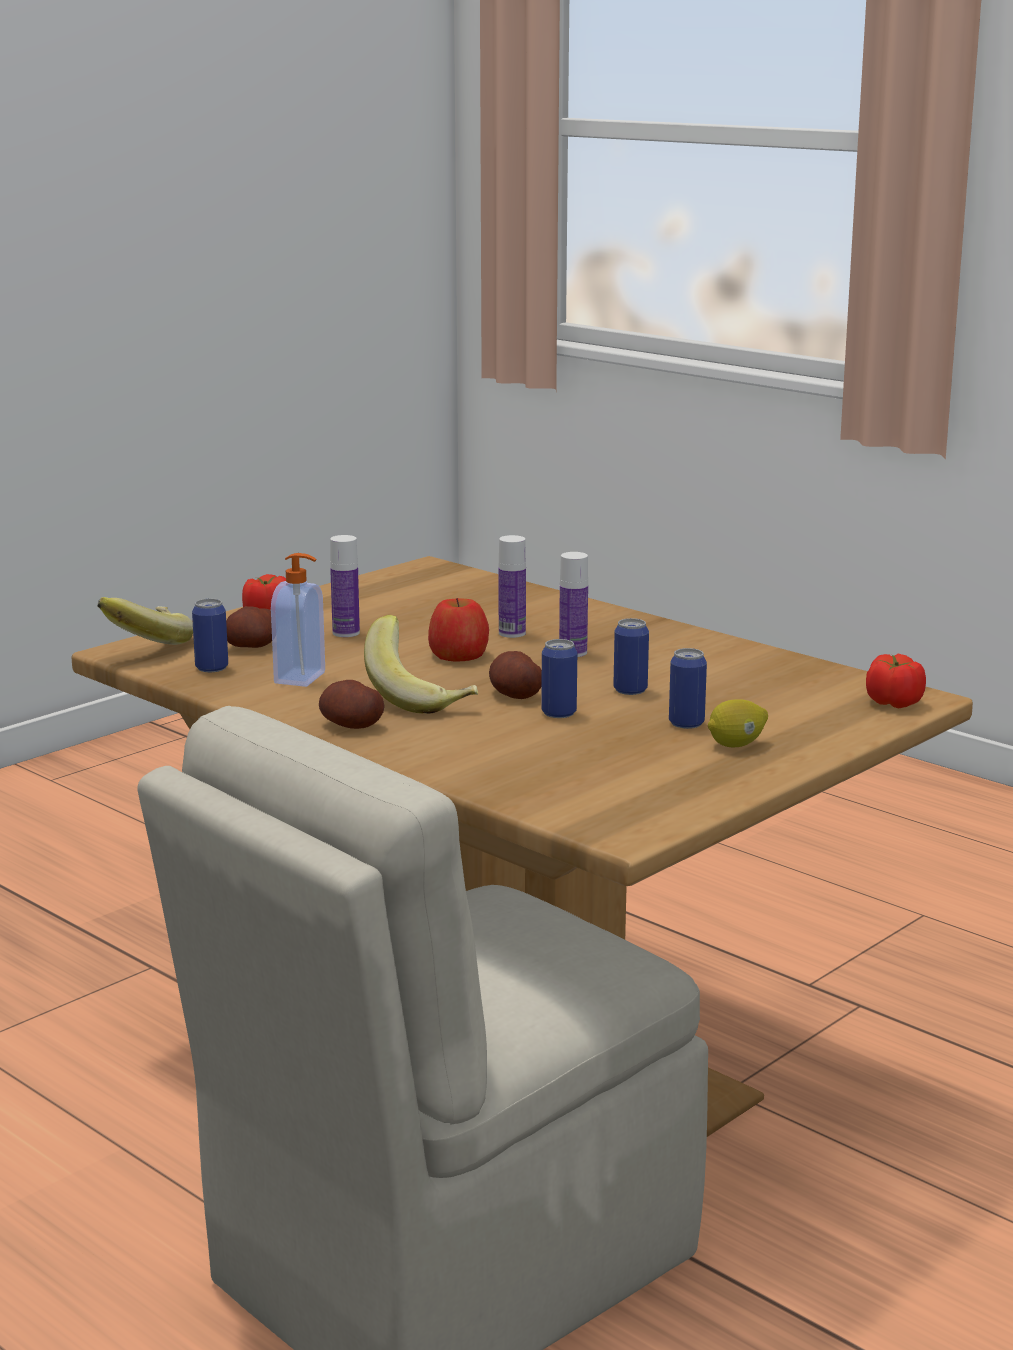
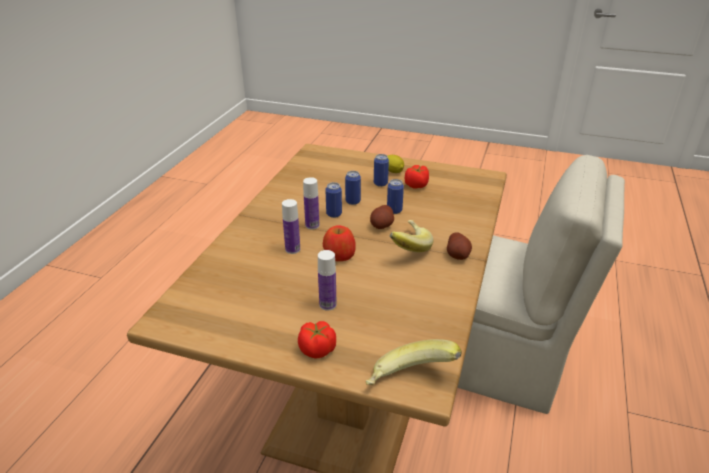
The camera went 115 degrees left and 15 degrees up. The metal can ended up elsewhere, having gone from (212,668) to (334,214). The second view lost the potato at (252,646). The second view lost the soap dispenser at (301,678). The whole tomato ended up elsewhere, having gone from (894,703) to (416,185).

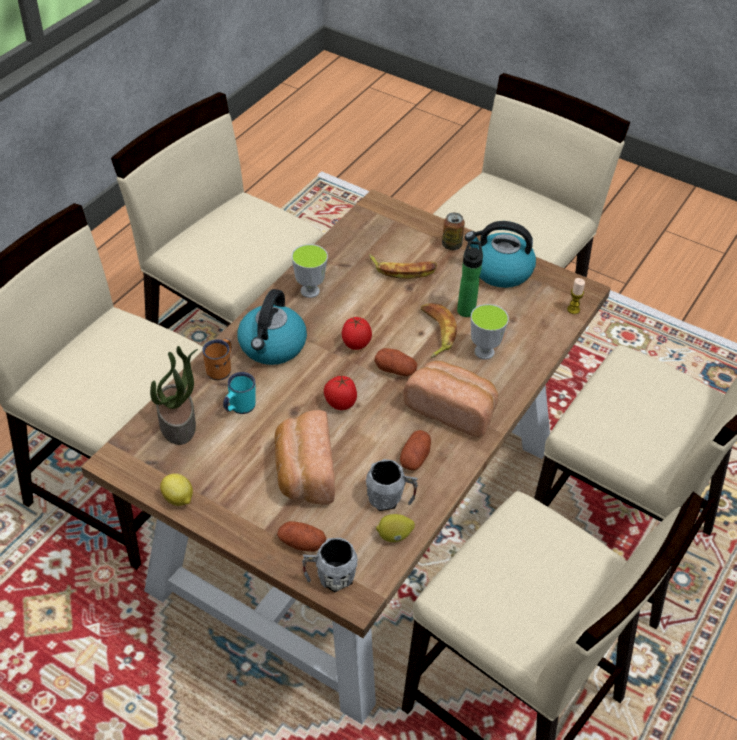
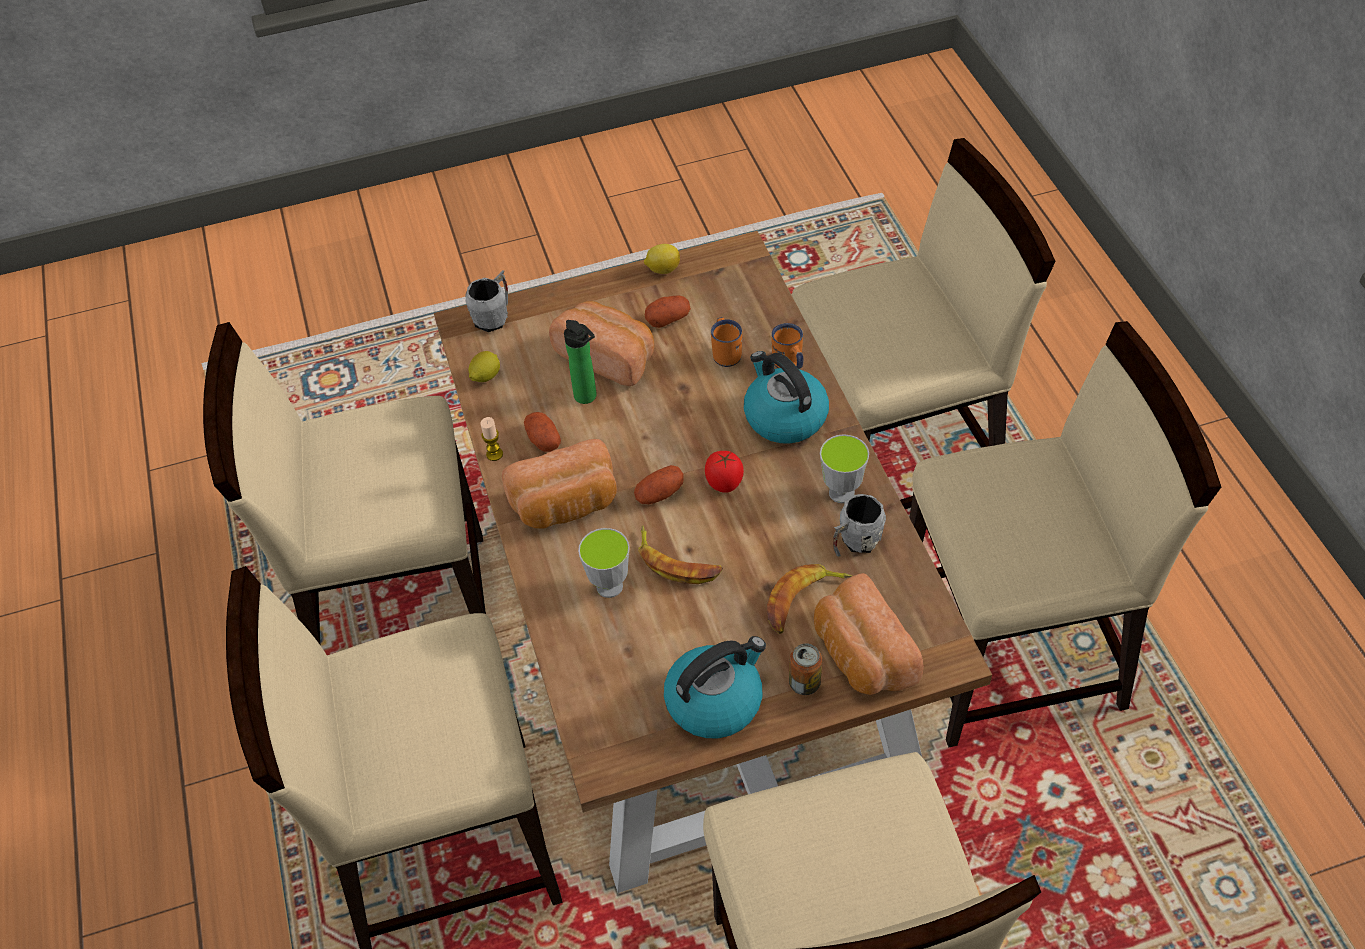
The camera went 135 degrees right and 5 degrees up. The second view lost the houseplant at (178,424). What was the turquoise-coloured coffee mug at (239,407) turned into the orange-coloured coffee mug at (726,352). The potato ended up elsewhere, having gone from (301,543) to (668,319). The second view lost the whole tomato at (340,404). The greyish coffee mug ended up elsewhere, having gone from (390,500) to (855,543). The bottle ended up elsewhere, having gone from (466,309) to (587,397). The wax candle ended up elsewhere, having gone from (573,309) to (494,454). The second view gained the bread at (861,655).

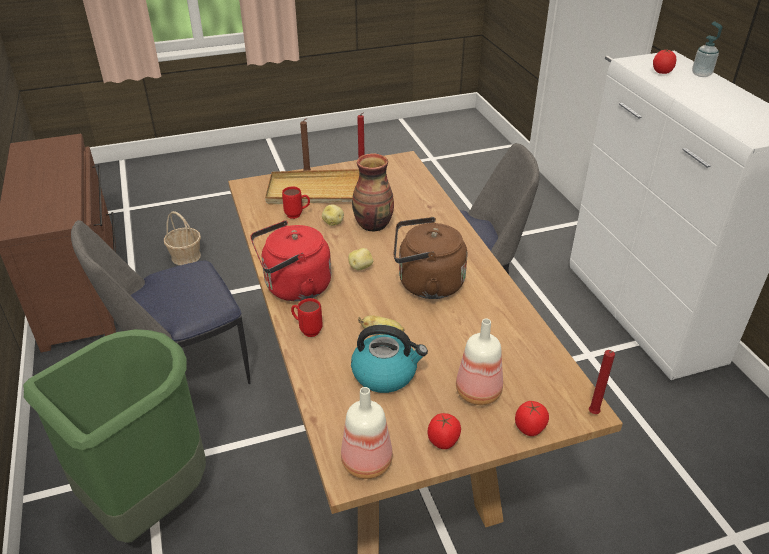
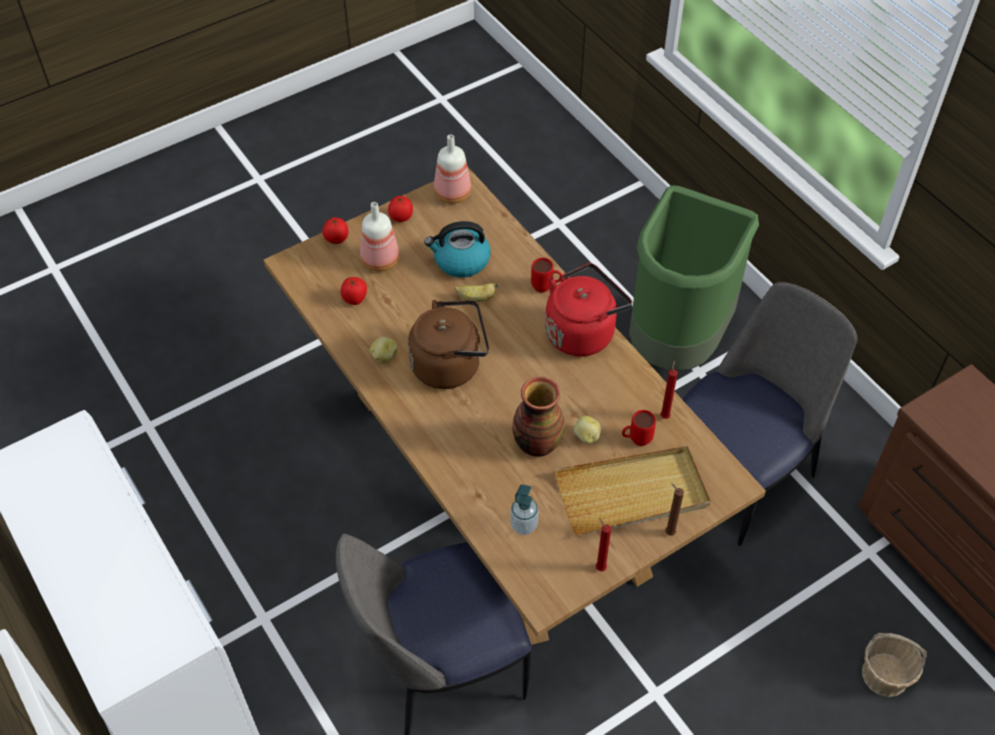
The camera went 165 degrees right and 15 degrees up. The potato ended up elsewhere, having gone from (361,267) to (384,356). The red-coloured wax candle ended up elsewhere, having gone from (593,414) to (665,415). The whole tomato ended up elsewhere, having gone from (661,72) to (355,299). The soap dispenser ended up elsewhere, having gone from (701,74) to (524,525).

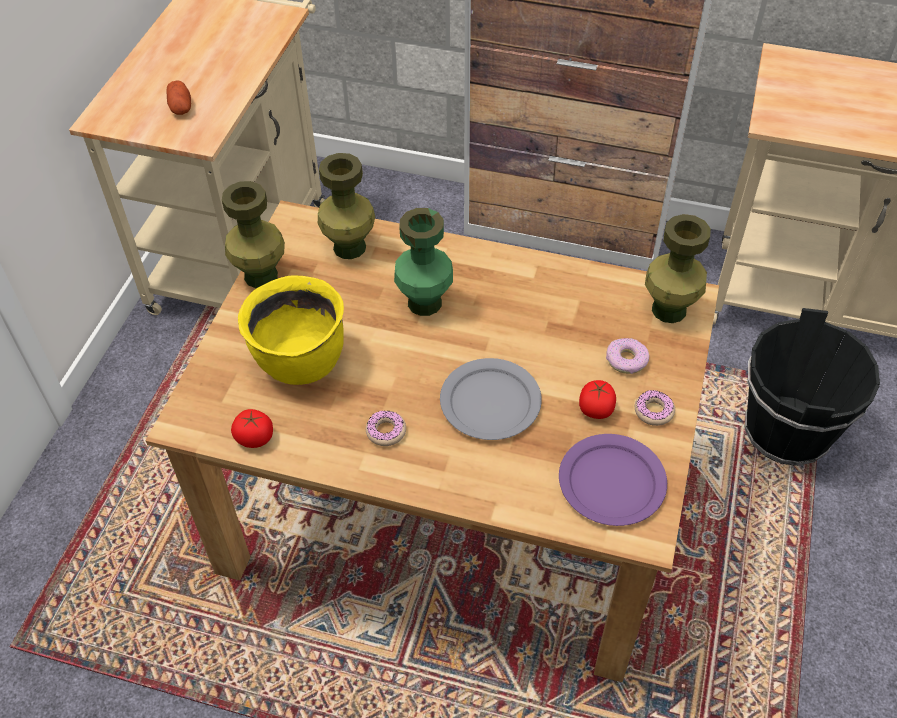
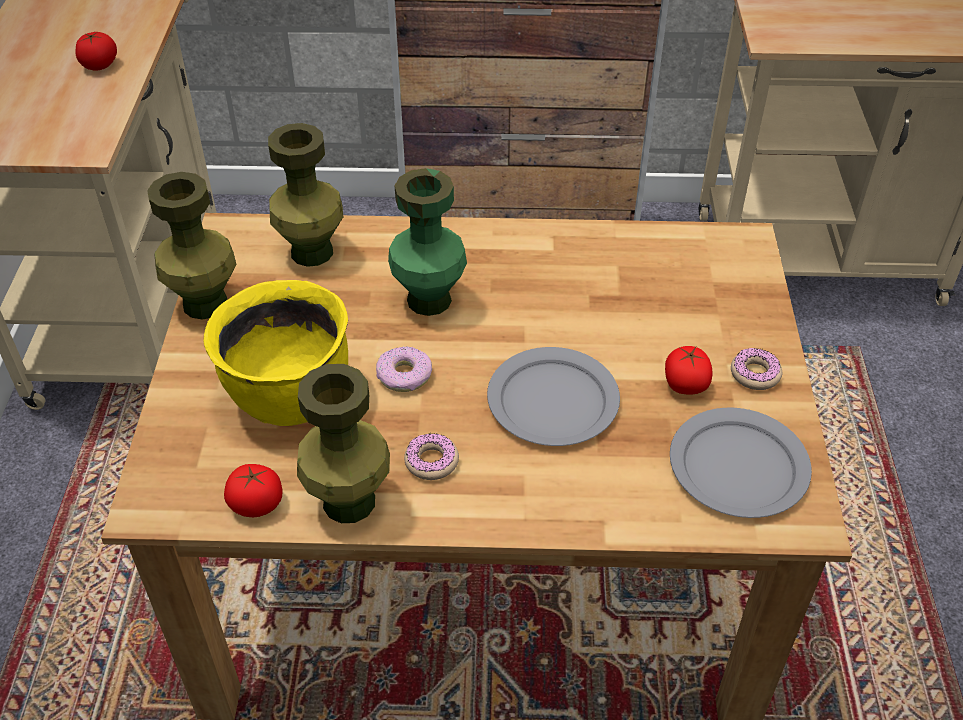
The camera went 15 degrees left and 5 degrees down. The second view lost the potato at (181,107). What was the purplish plate at (611,483) turned into the greyish plate at (738,467). The ring doughnut ended up elsewhere, having gone from (626,360) to (404,376). The green-coloured decorative vase ended up elsewhere, having gone from (669,309) to (349,501). The second view lost the blackish bucket at (787,433). The second view gained the whole tomato at (99,65).

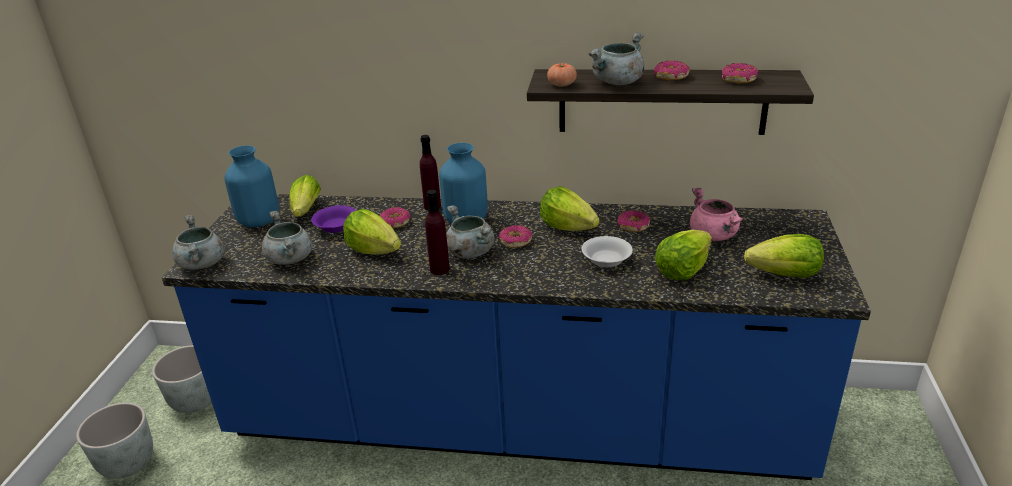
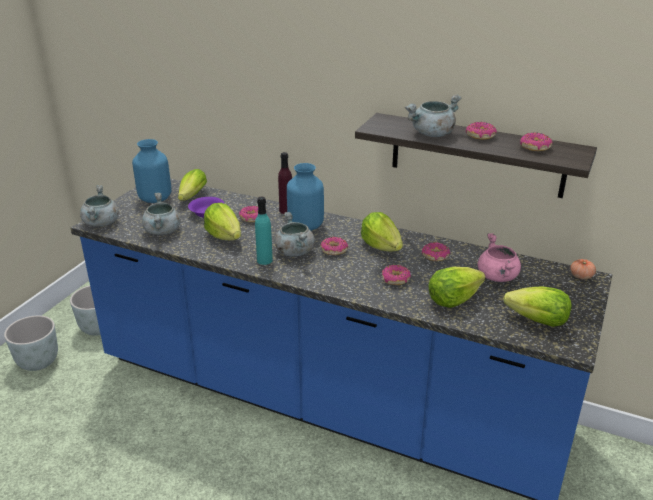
The camera went 15 degrees right and 0 degrees up. What was the purplish bottle at (439,269) turned into the turquoise-coloured bottle at (264,260). The whole tomato ended up elsewhere, having gone from (561,84) to (581,276). Where the whitish serving bowl stood at (605,260), the ring doughnut came to stand at (396,279).

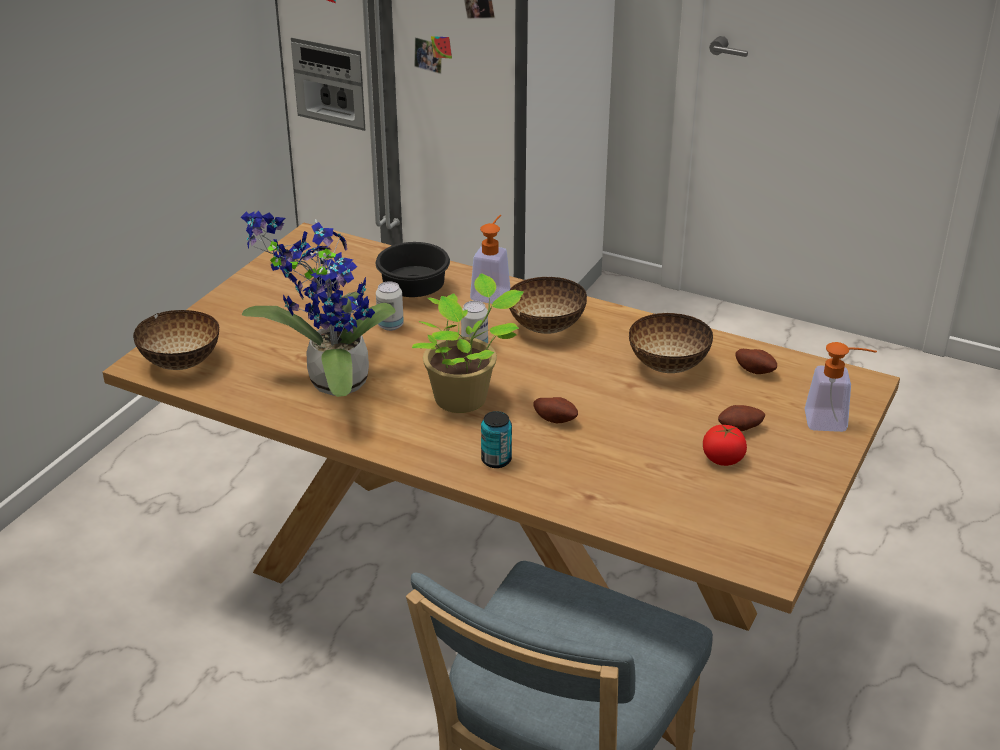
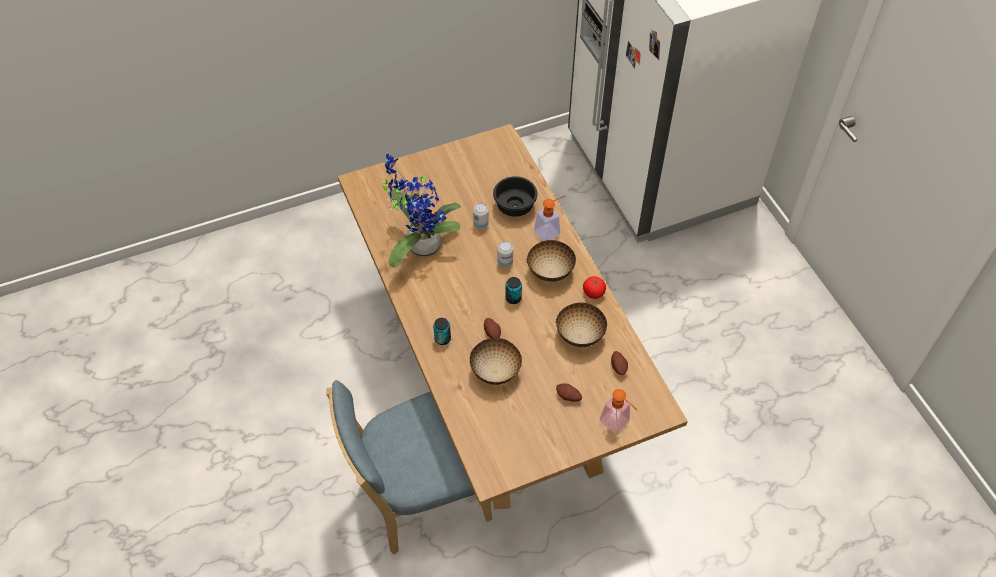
The camera went 40 degrees right and 20 degrees up. The serving bowl ended up elsewhere, having gone from (182,363) to (496,372). The second view lost the houseplant at (465,398). The whole tomato ended up elsewhere, having gone from (722,459) to (593,293). The second view gained the metal can at (513,298).

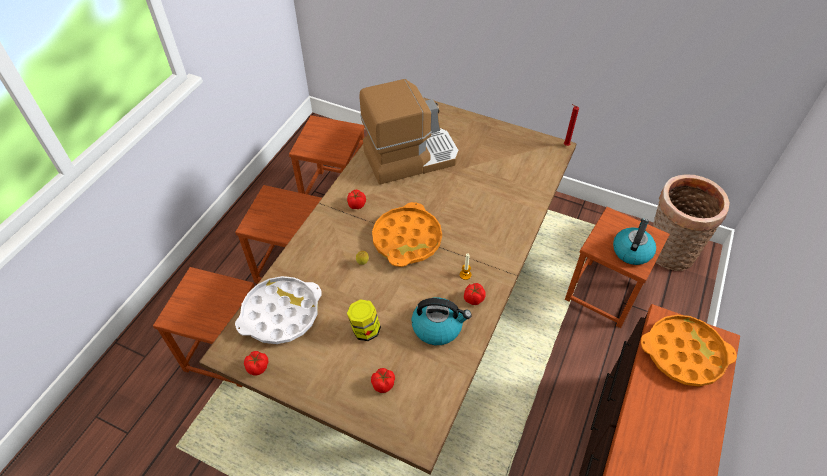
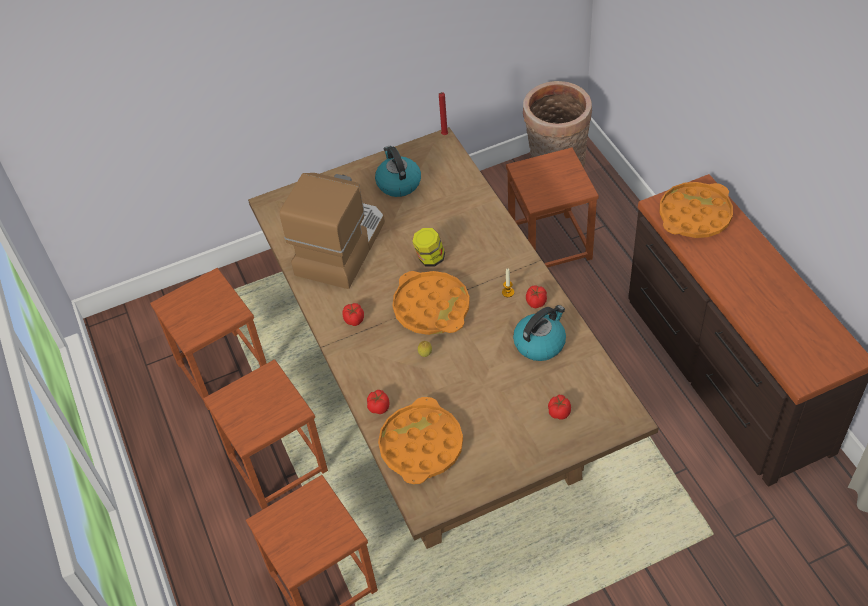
The camera went 45 degrees left and 0 degrees up. What was the whitish carrying tray at (280,314) turned into the orange-coloured carrying tray at (421,445). The whole tomato ended up elsewhere, having gone from (258,367) to (379,407). The storage jar ended up elsewhere, having gone from (365,330) to (430,258). The kettle ended up elsewhere, having gone from (631,251) to (398,183).

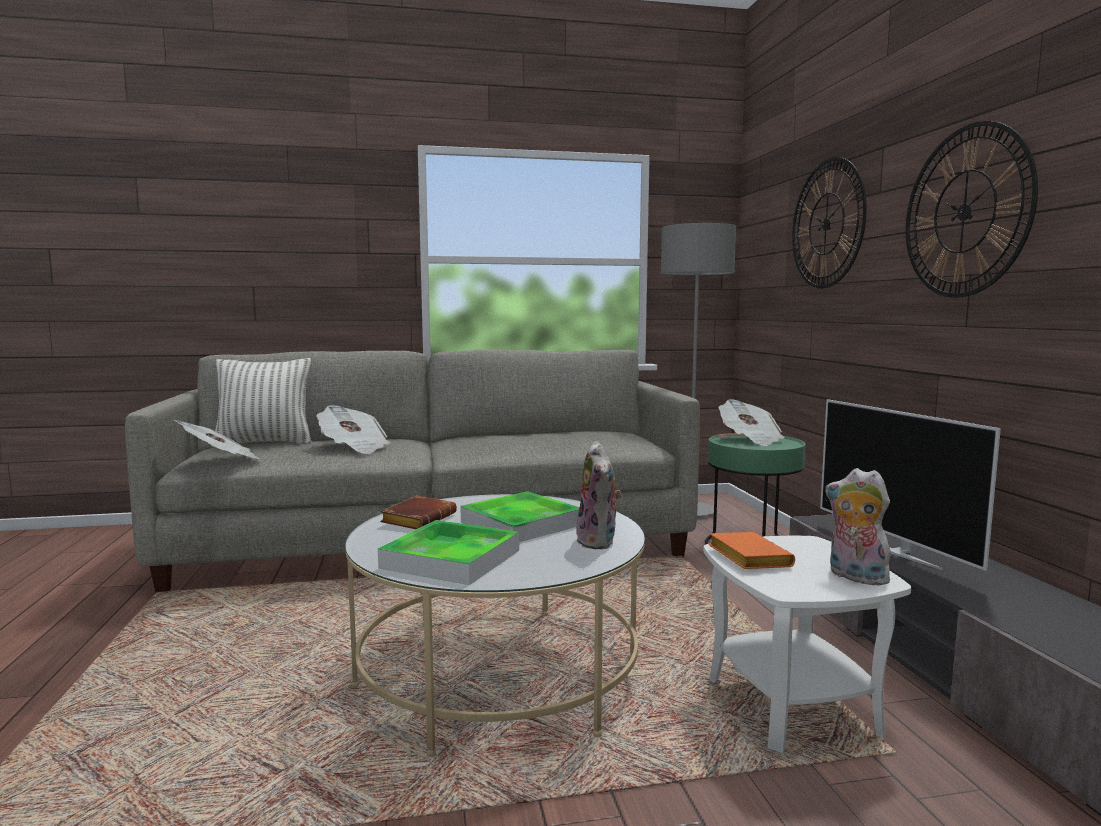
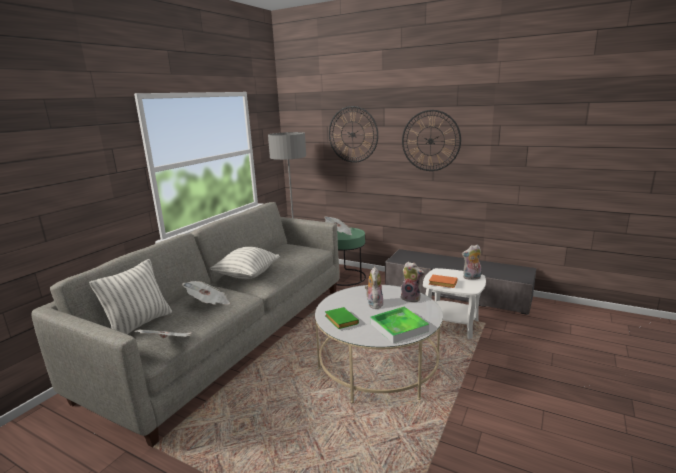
The camera went 50 degrees left and 10 degrees up. What was the brown bound book at (418,519) turned into the green-coloured bound book at (340,321). Where the carrying tray stood at (521,523), the soft toy came to stand at (374,304). The second view lost the TV at (898,551). The second view gained the pillow at (247,275).

